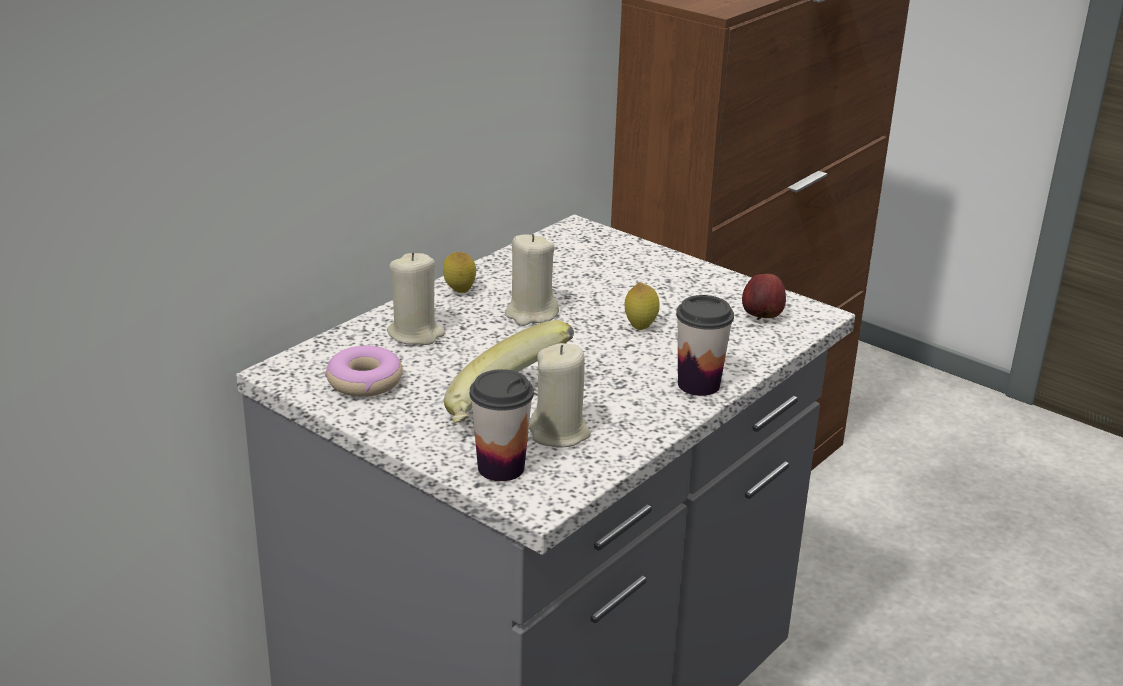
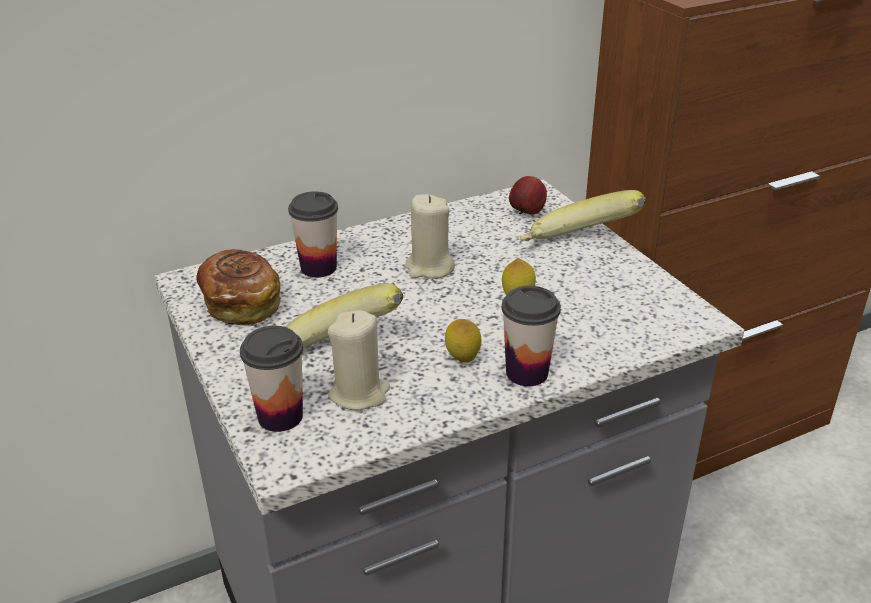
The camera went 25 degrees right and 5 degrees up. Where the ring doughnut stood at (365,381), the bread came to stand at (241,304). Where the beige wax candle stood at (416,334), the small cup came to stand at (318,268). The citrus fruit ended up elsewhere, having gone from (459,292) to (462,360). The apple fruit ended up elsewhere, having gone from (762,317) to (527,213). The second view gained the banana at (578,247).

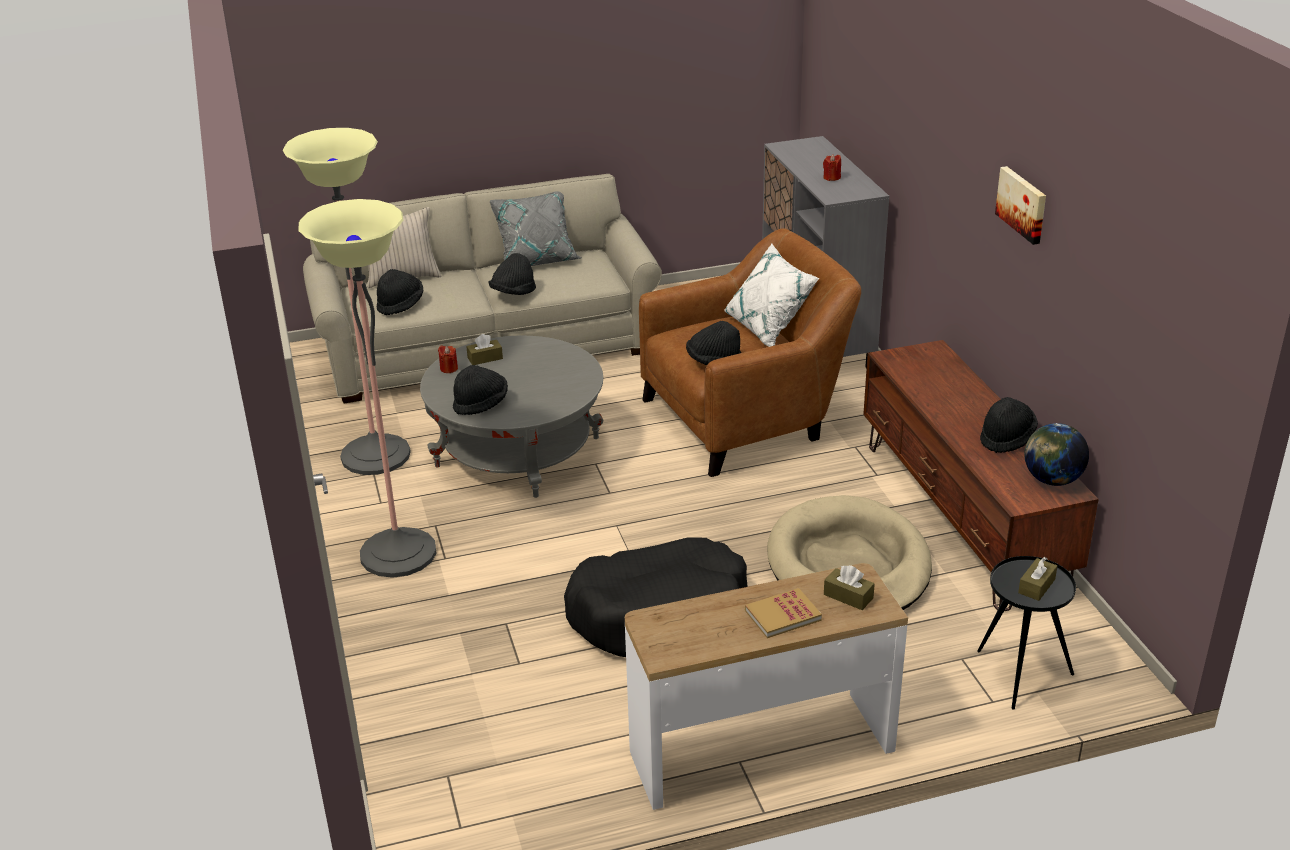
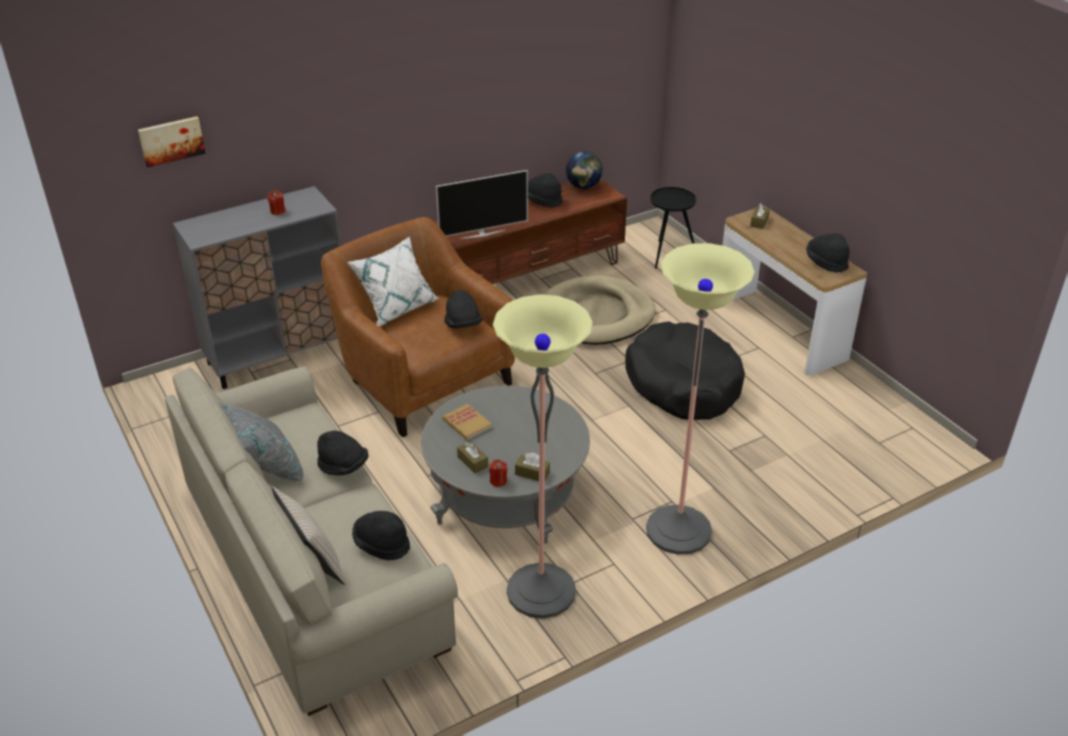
The camera went 105 degrees left and 5 degrees up. The blackish clothing hat ended up elsewhere, having gone from (481,404) to (826,262). The bound book ended up elsewhere, having gone from (782,615) to (467,424). The wall art ended up elsewhere, having gone from (1023,204) to (171,140). The brown box of tissues ended up elsewhere, having gone from (1036,586) to (532,473). The second view gained the TV at (482,234).

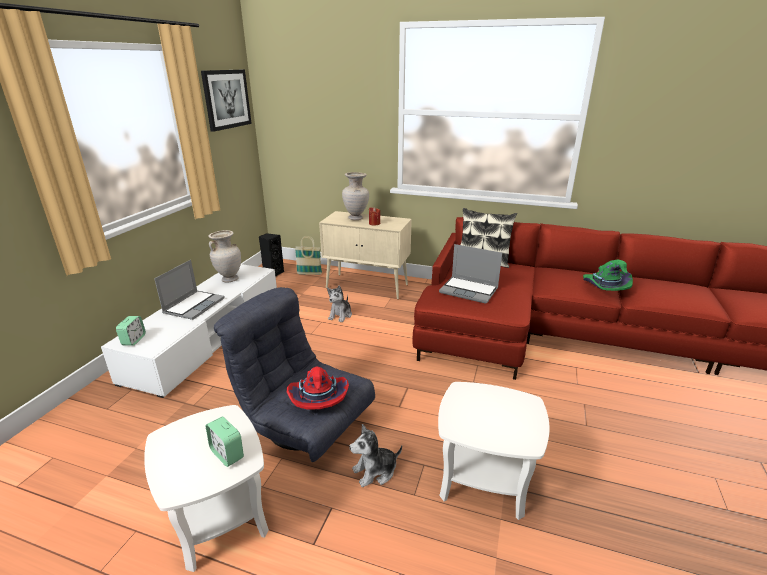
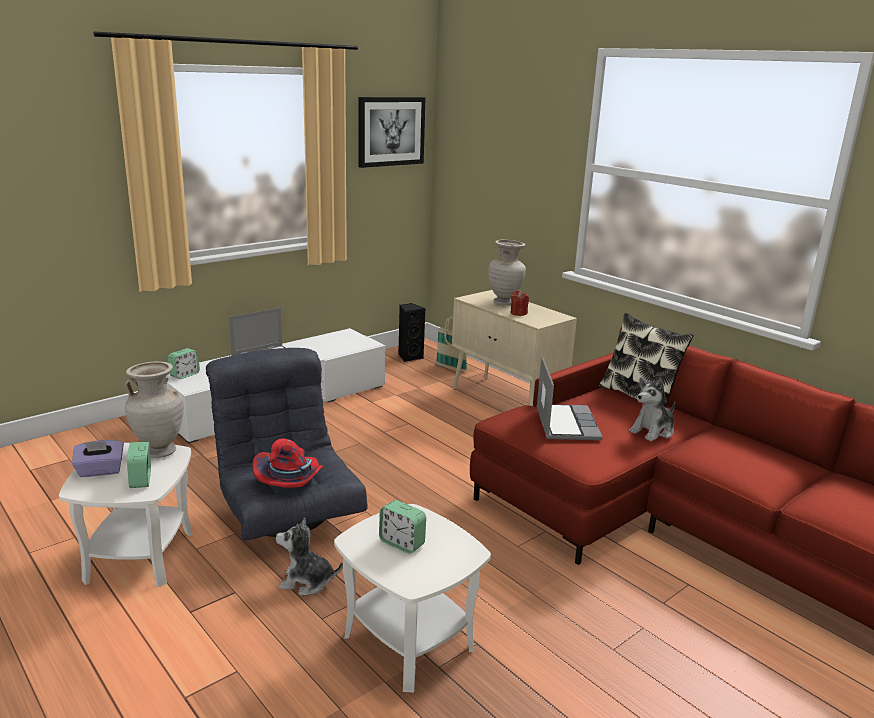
The camera went 30 degrees right and 5 degrees down. The beige decorative vase ended up elsewhere, having gone from (229,279) to (160,451). The soft toy ended up elsewhere, having gone from (340,315) to (652,431). The notebook computer at (469,290) ended up facing another way, 150 degrees counterclockwise from before. The second view lost the green-coloured clothing hat at (603,287). The second view gained the purplish box of tissues at (100,471). The second view gained the bedside clock at (402,543).

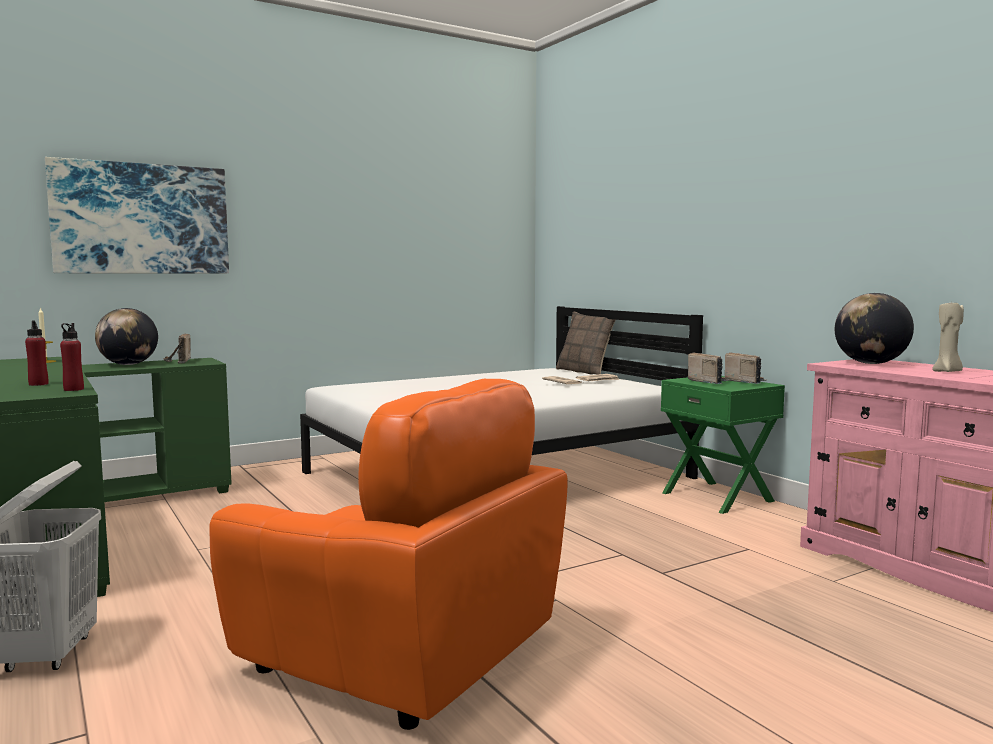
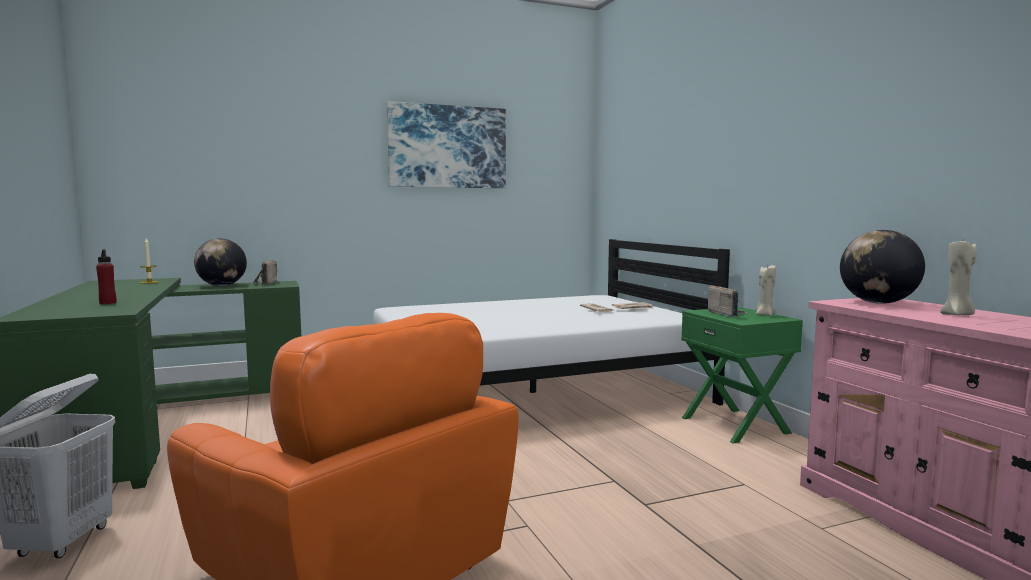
The camera went 10 degrees right and 0 degrees up. The wall art ended up elsewhere, having gone from (141,219) to (447,147). The second view lost the red-coloured bottle at (73,389). The second view lost the pillow at (585,371). Where the radio set stood at (745,381), the beige wax candle came to stand at (764,315).

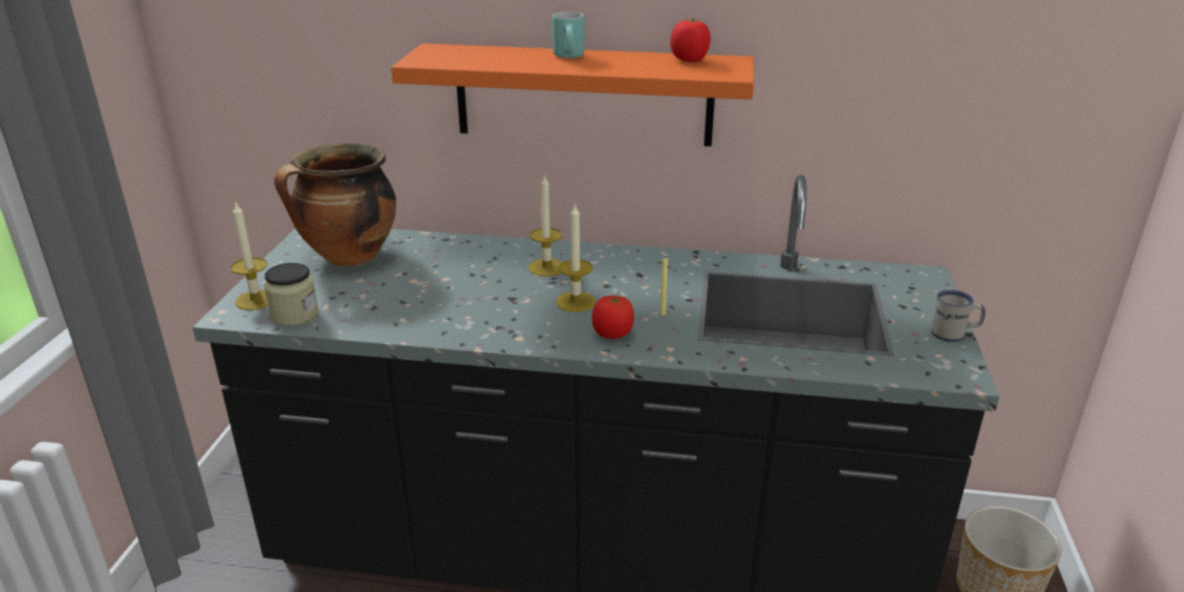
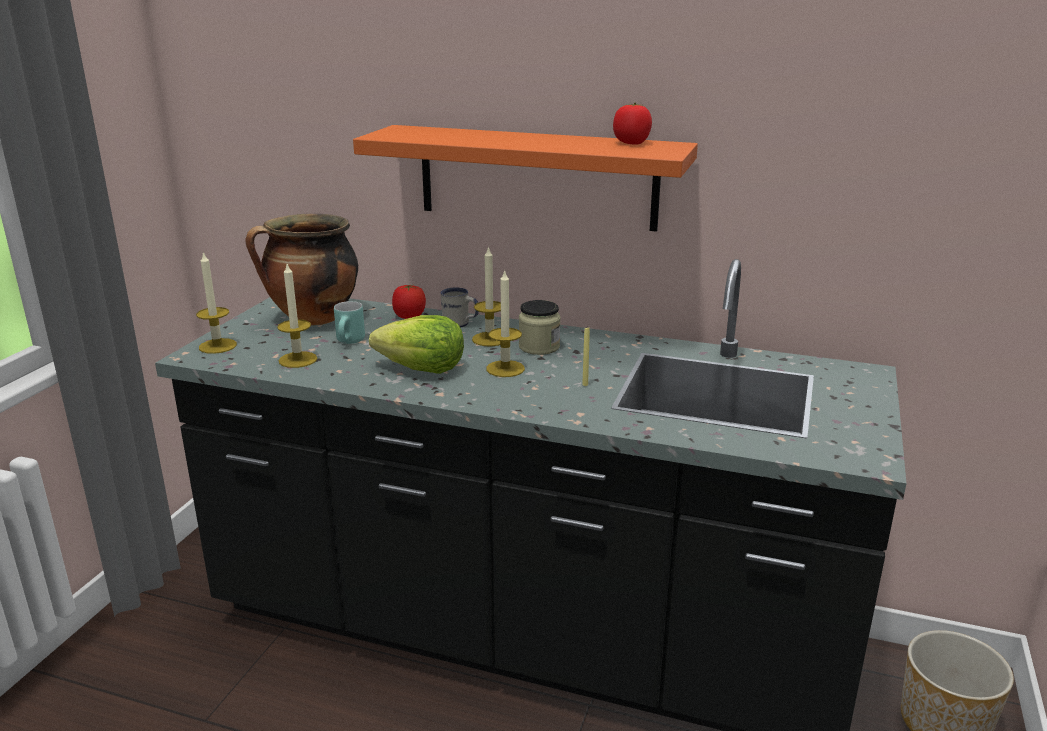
The camera went 10 degrees right and 5 degrees down. The storage jar ended up elsewhere, having gone from (295,315) to (539,347). The turquoise-coloured coffee mug ended up elsewhere, having gone from (571,57) to (351,342). The whole tomato ended up elsewhere, having gone from (612,334) to (409,317). The whitish coffee mug ended up elsewhere, having gone from (954,335) to (460,324). The second view gained the wax candle at (298,360). The second view gained the lettuce head at (422,369).

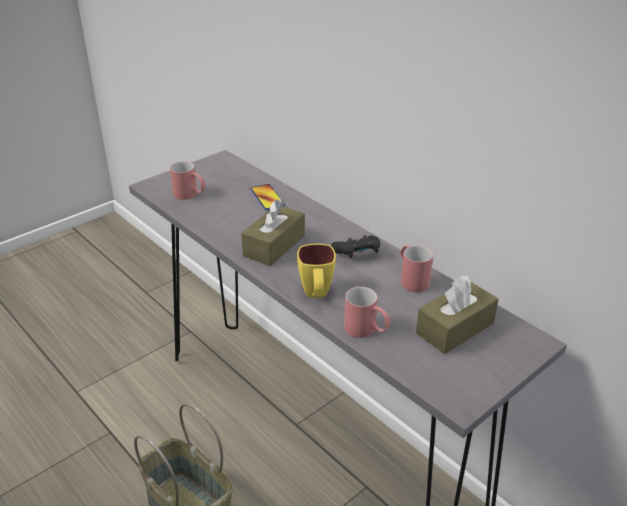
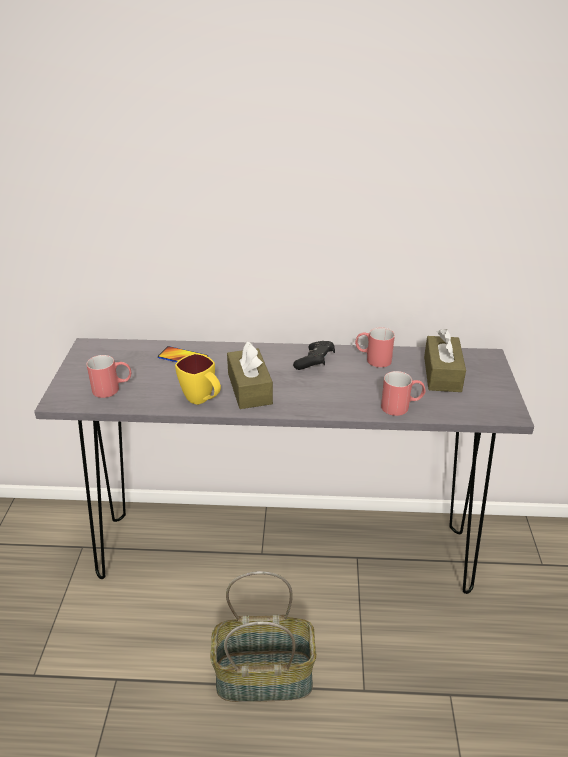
The camera went 45 degrees left and 0 degrees up. The yellowish coffee mug ended up elsewhere, having gone from (316,295) to (202,400).

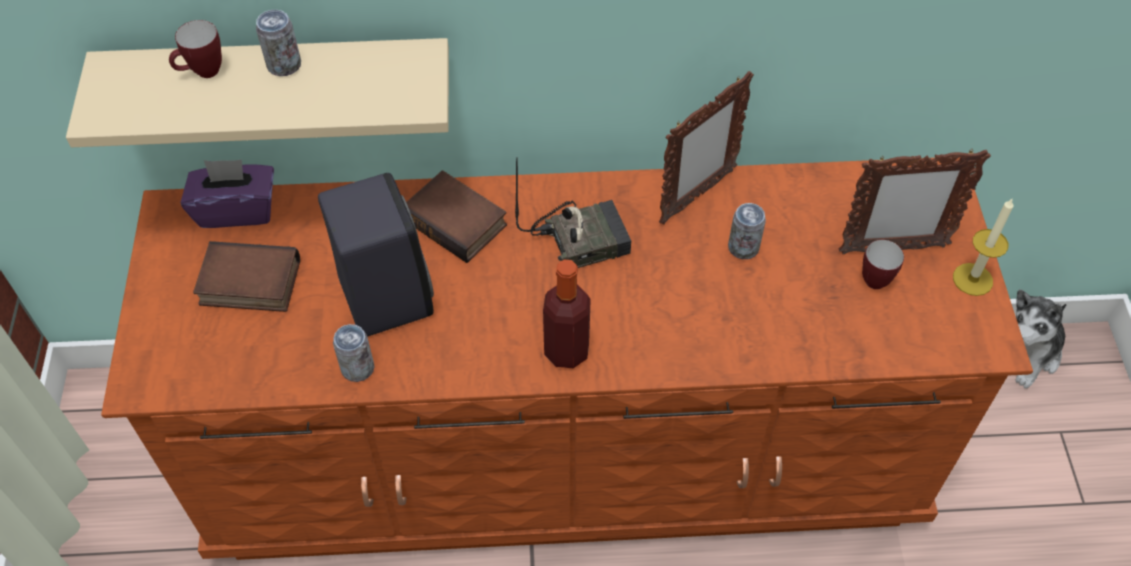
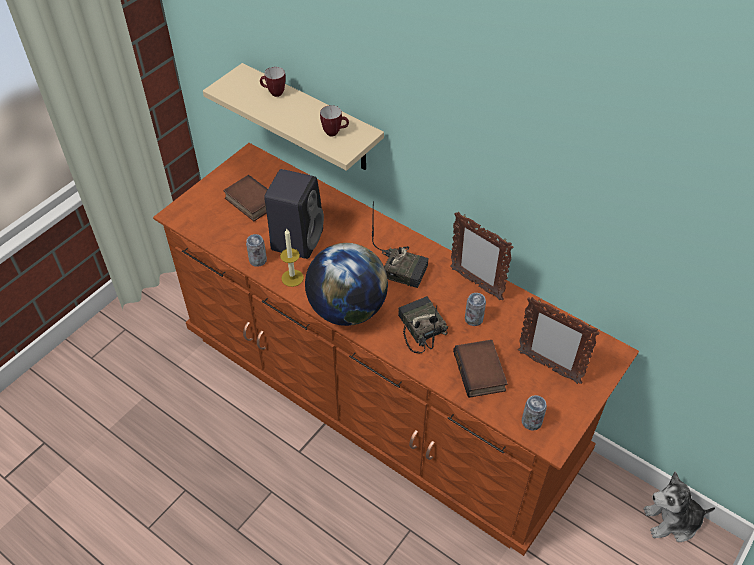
The camera went 40 degrees right and 5 degrees down. The second view lost the purplish box of tissues at (237,209). The metal can ended up elsewhere, having gone from (284,65) to (531,422). The bound book ended up elsewhere, having gone from (458,222) to (481,372). Where the bottle stood at (566,351), the globe came to stand at (347,309). The photo frame at (696,197) ended up facing another way, 45 degrees clockwise from before. The coffee mug ended up elsewhere, having gone from (877,278) to (335,132). The wax candle ended up elsewhere, having gone from (972,279) to (292,278). The second view gained the radio set at (420,328).

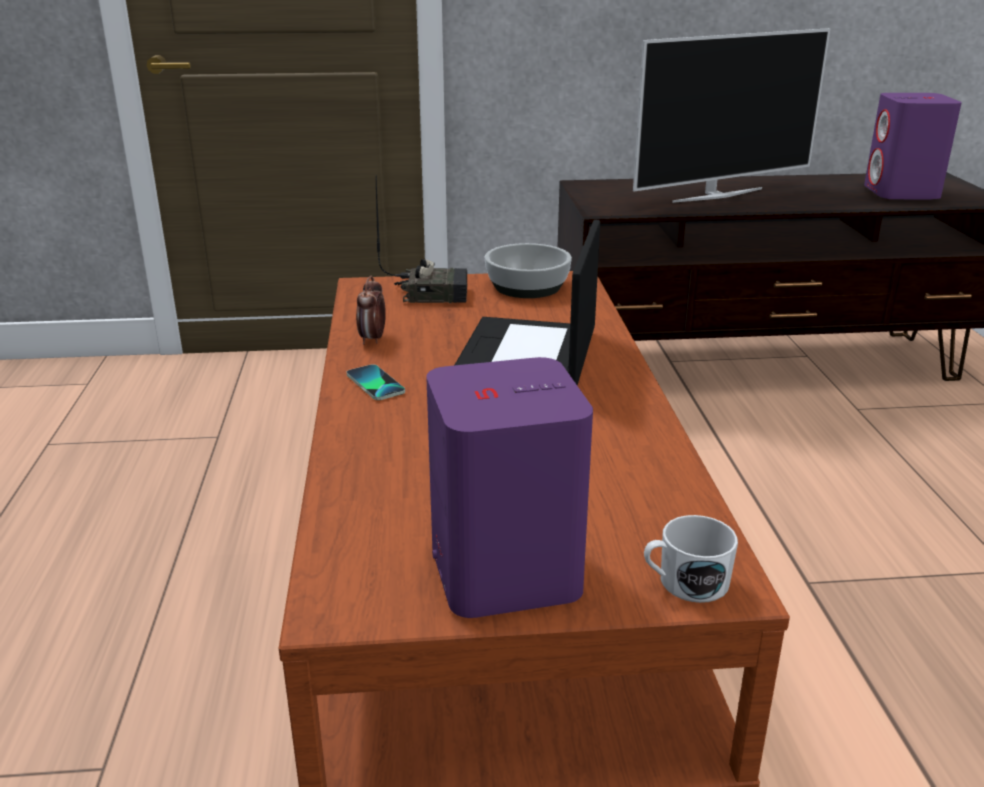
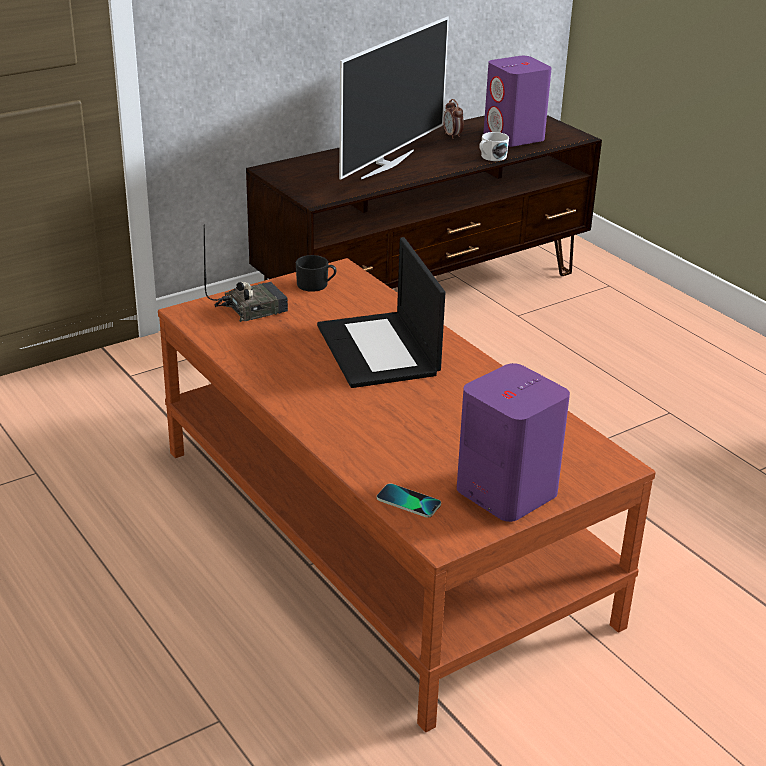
The camera went 30 degrees left and 5 degrees up. The telephone ended up elsewhere, having gone from (375,384) to (408,502). The bedside clock ended up elsewhere, having gone from (373,339) to (452,136). Where the serving bowl stood at (528,287), the blackish coffee mug came to stand at (316,285). The whitish coffee mug ended up elsewhere, having gone from (685,582) to (491,157).

